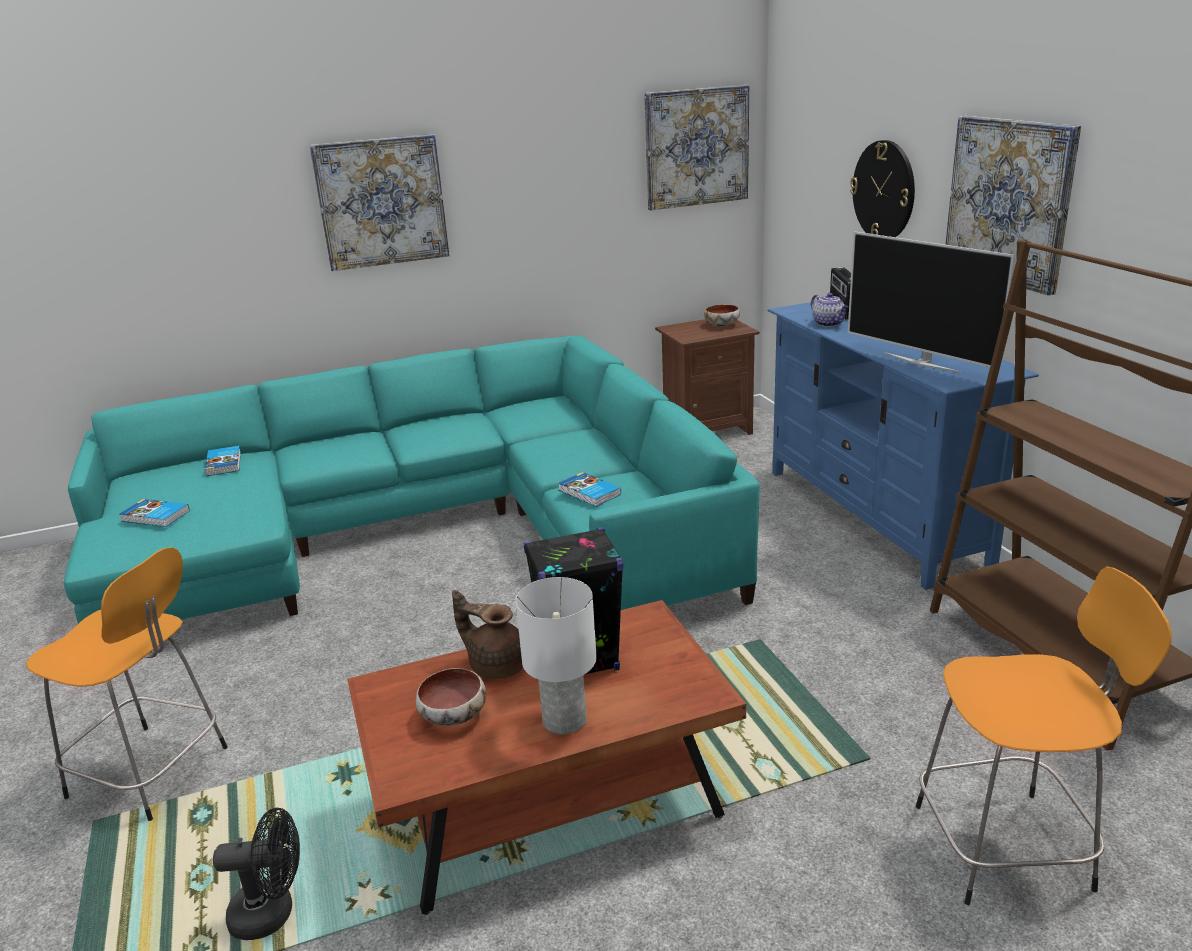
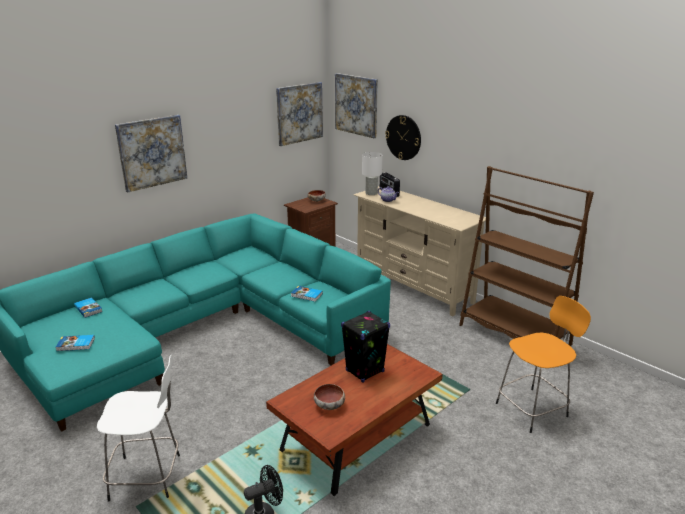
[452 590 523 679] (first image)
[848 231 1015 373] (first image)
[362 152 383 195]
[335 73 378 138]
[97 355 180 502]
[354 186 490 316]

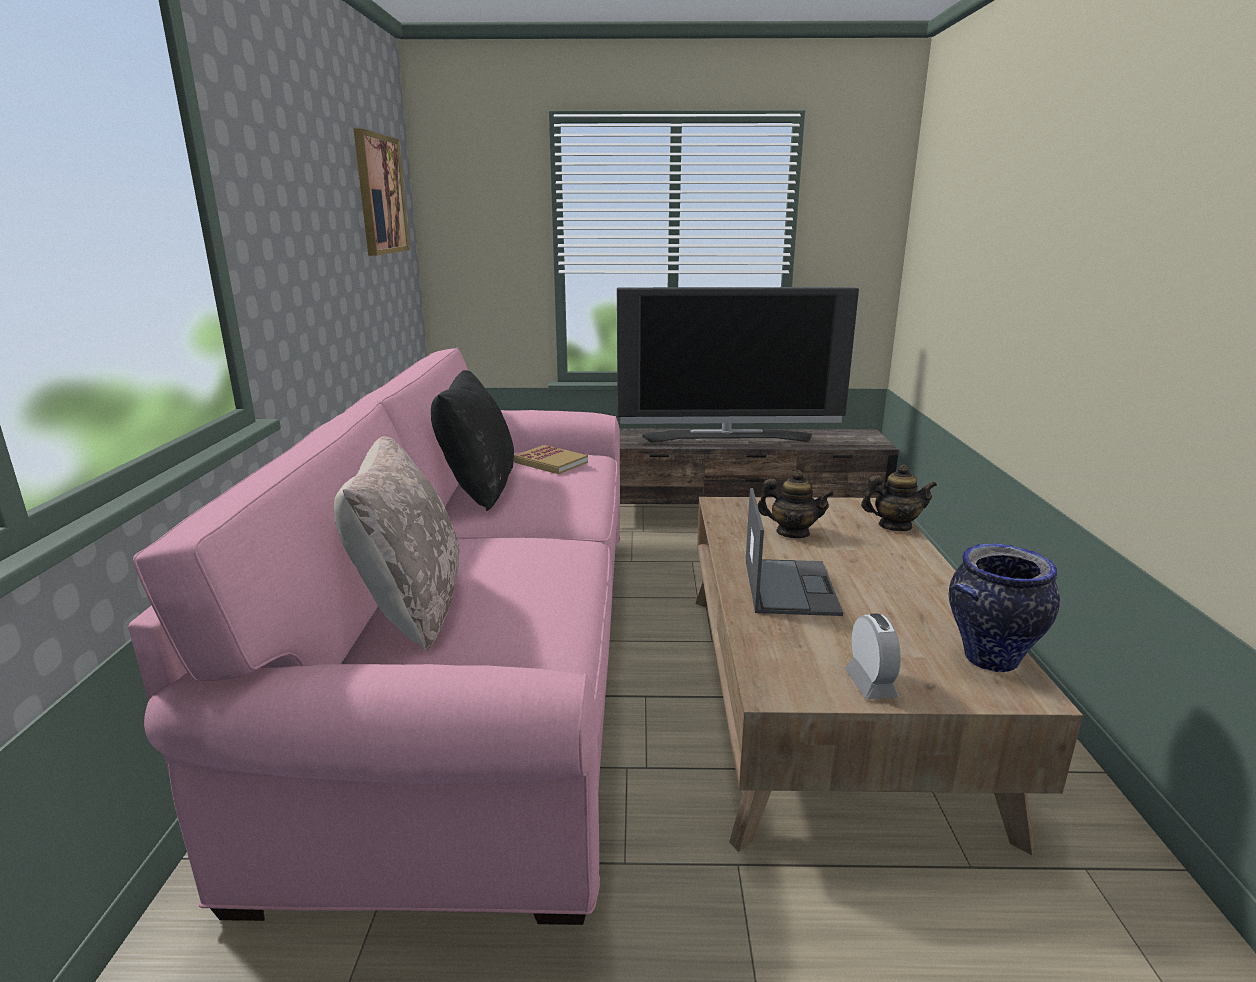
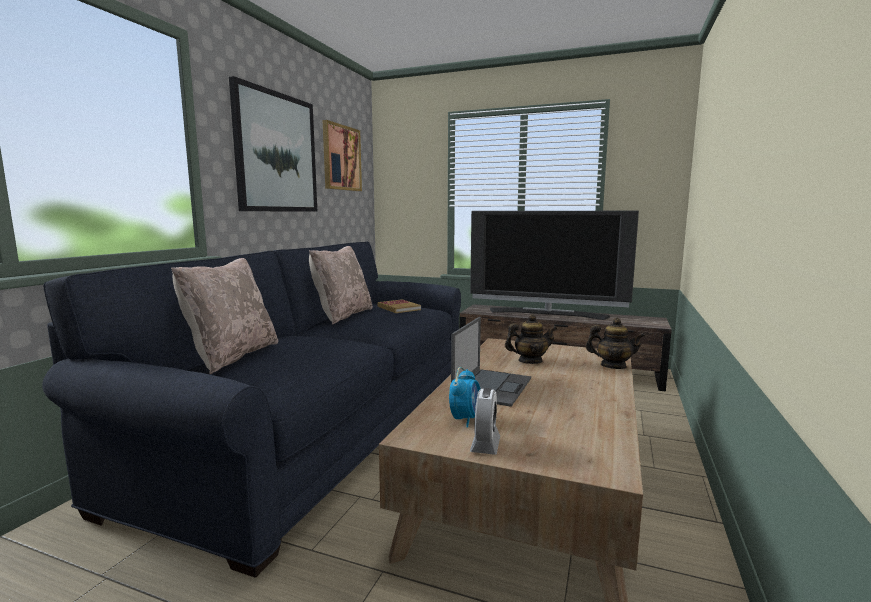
[949 544 1060 672] (first image)
[229 76 318 212]
[449 367 480 428]
[42 242 461 578]
[309 246 373 325]
[505 314 557 364]

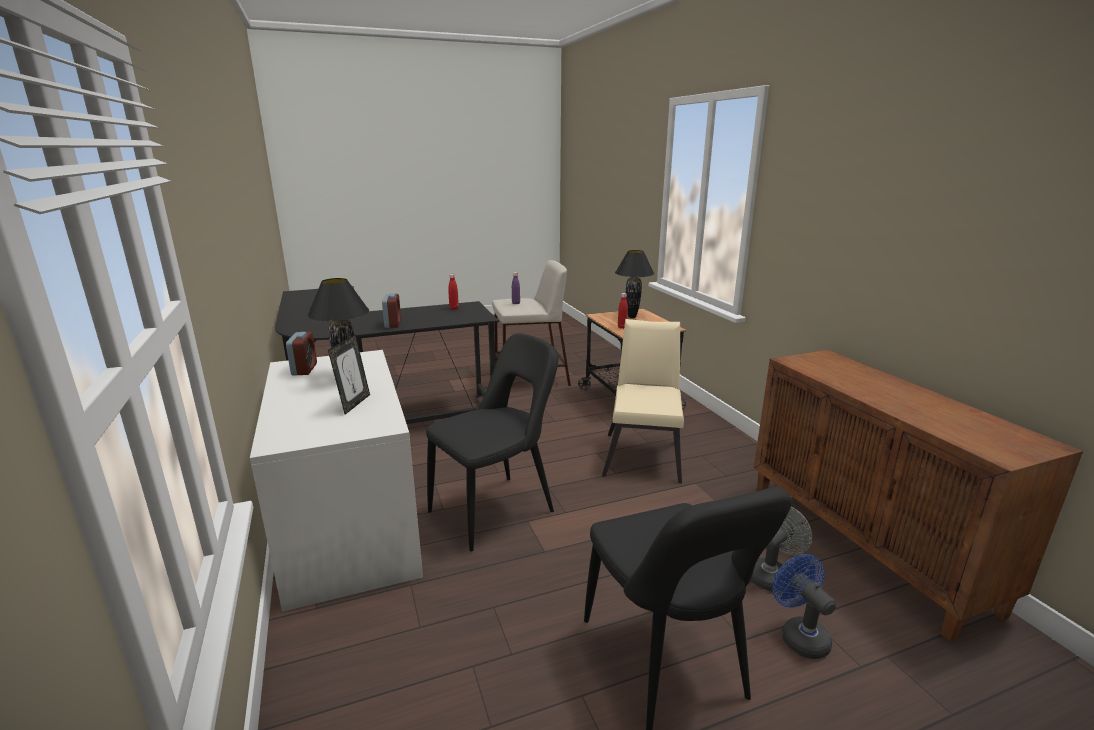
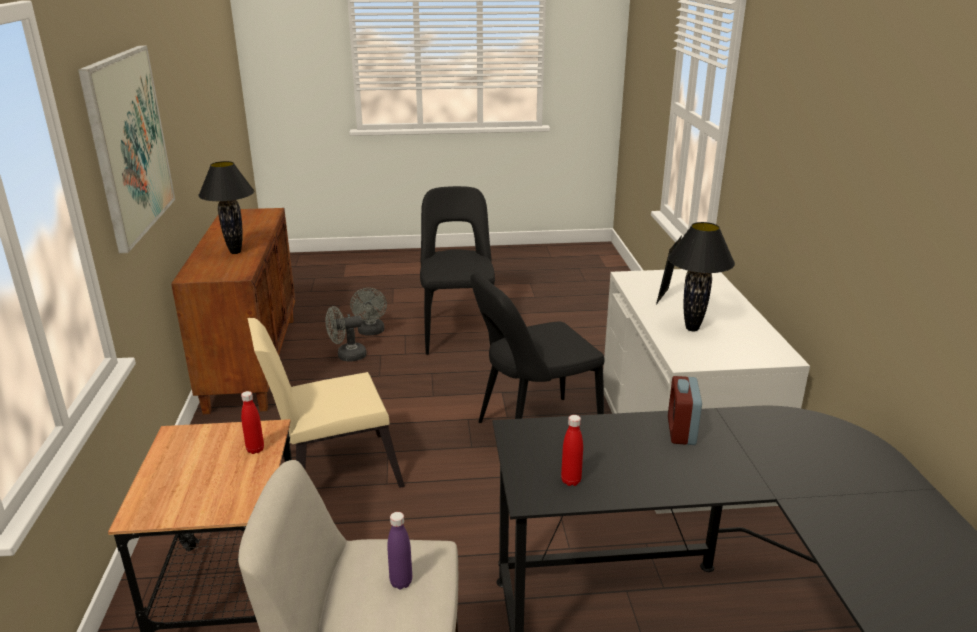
[286 332 317 376] (first image)
[78 45 175 253]
[198 161 254 254]
[350 288 387 335]
[247 318 405 488]

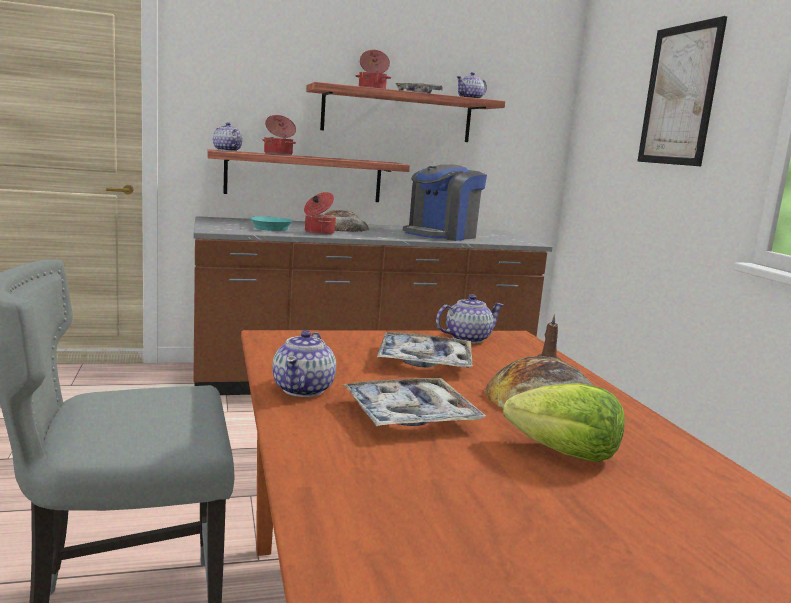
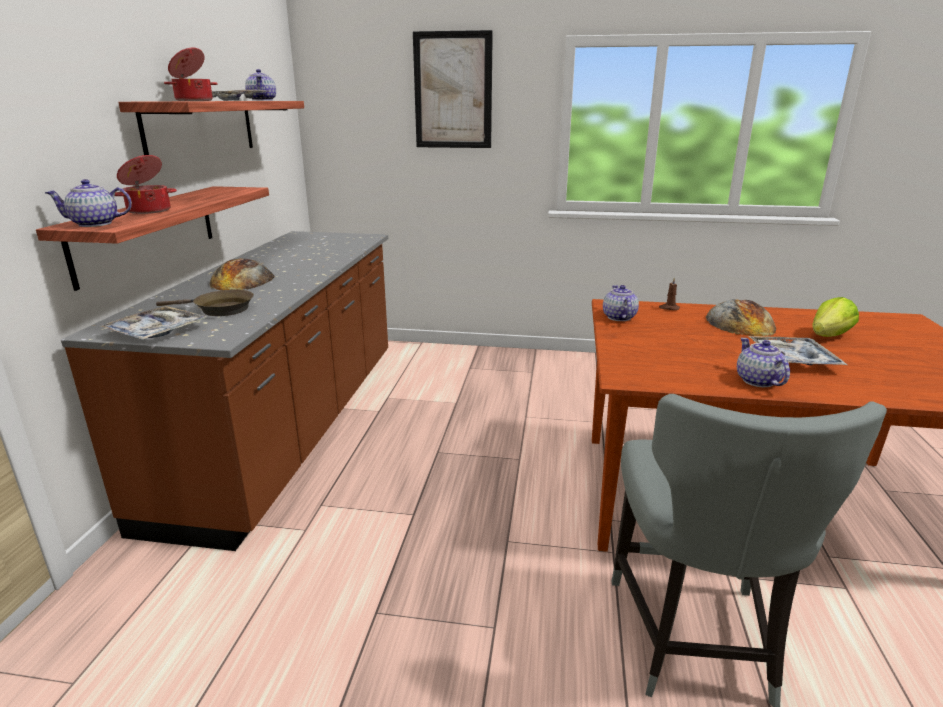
[304 192 336 235] (first image)
[403 164 487 241] (first image)
[100 306 207 340]
[156 290 254 316]
[737 338 790 387]

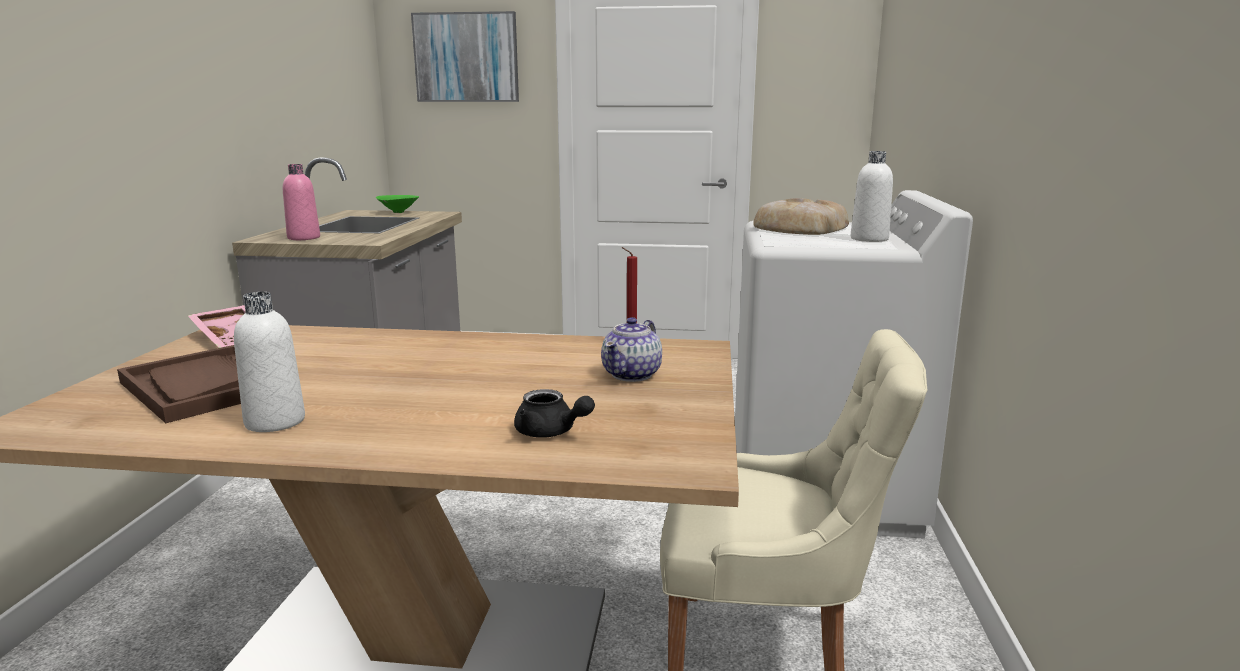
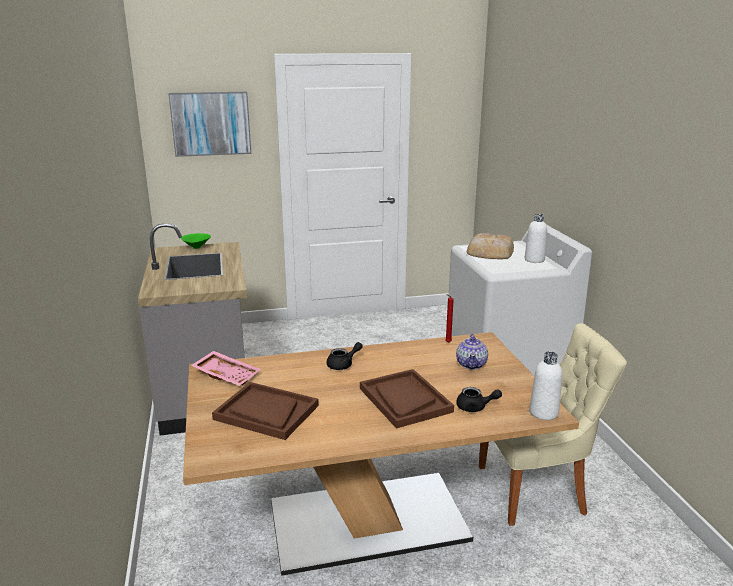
[283 164 320 240] (first image)
[327 342 363 370]
[360 369 454 429]
[530 351 562 420]

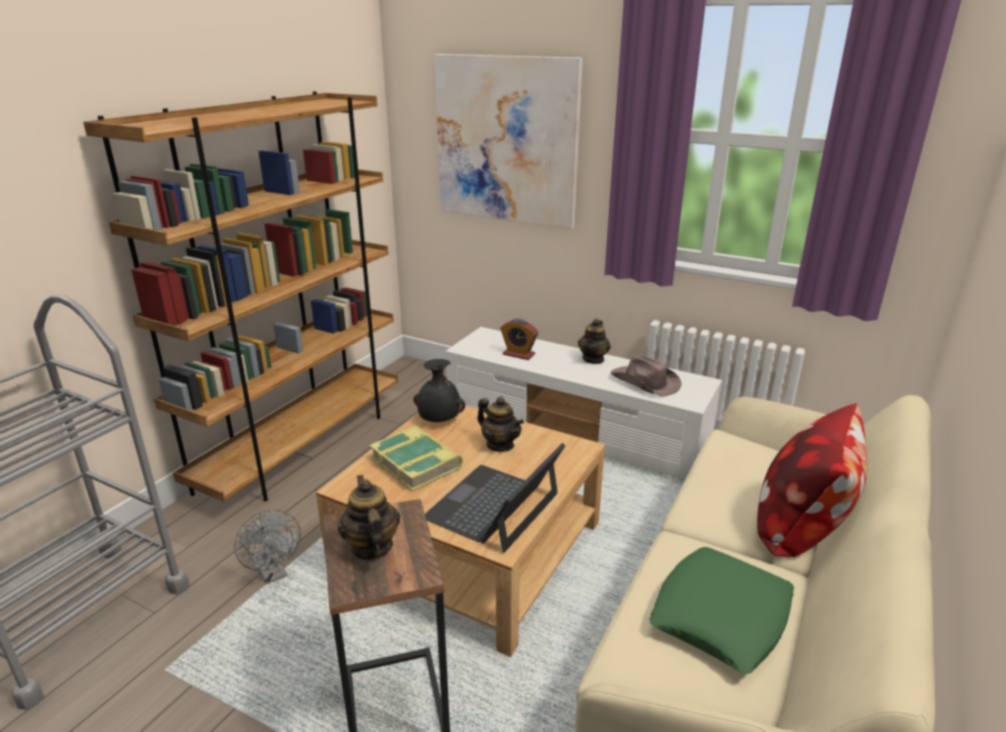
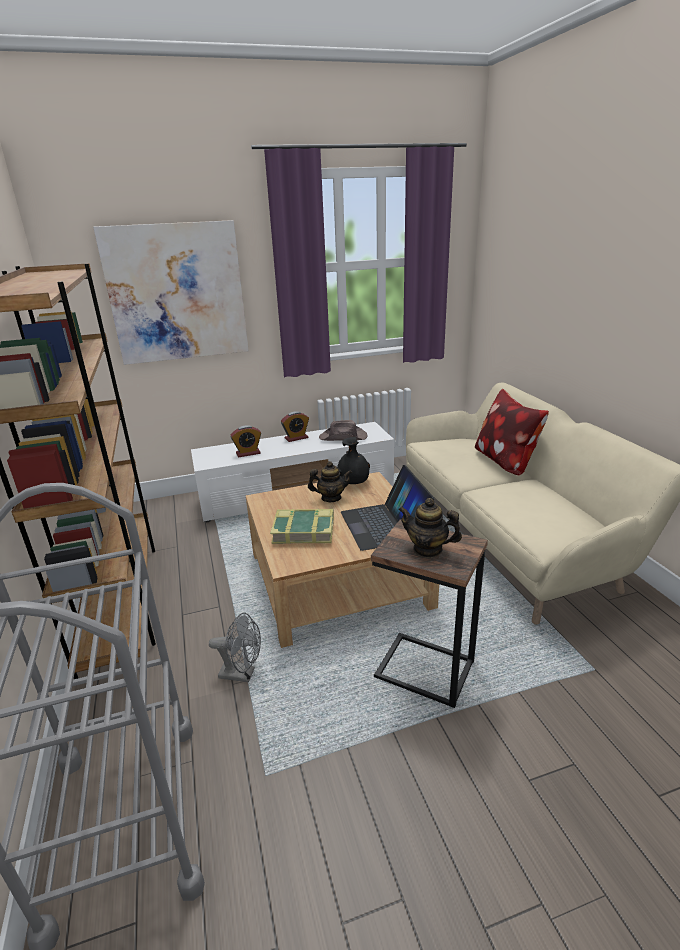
[649 547 794 674] (first image)
[337 437 370 484]
[281 411 309 442]

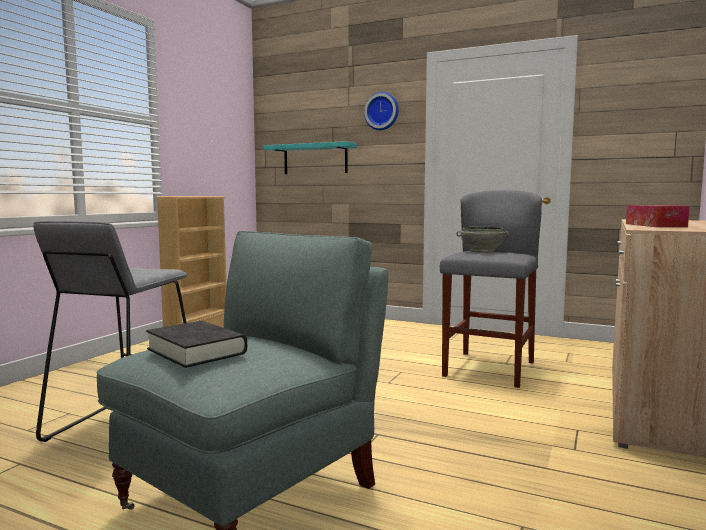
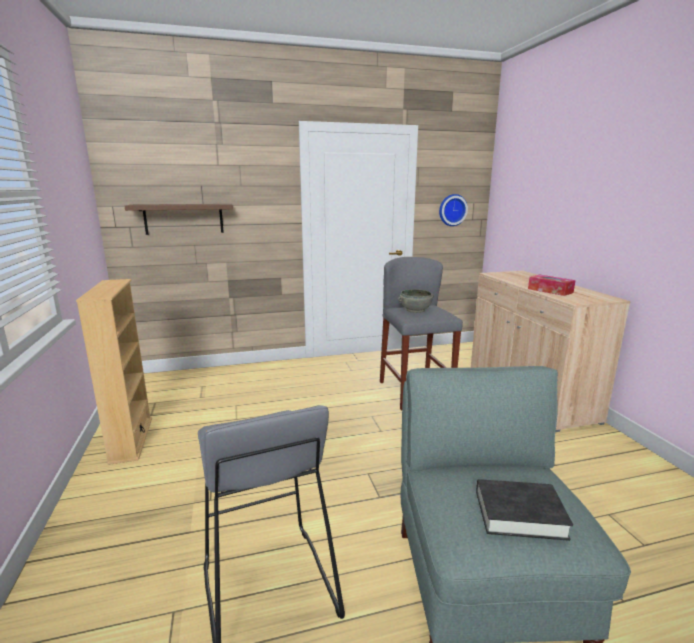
[439 194 468 226]
[125 204 233 235]

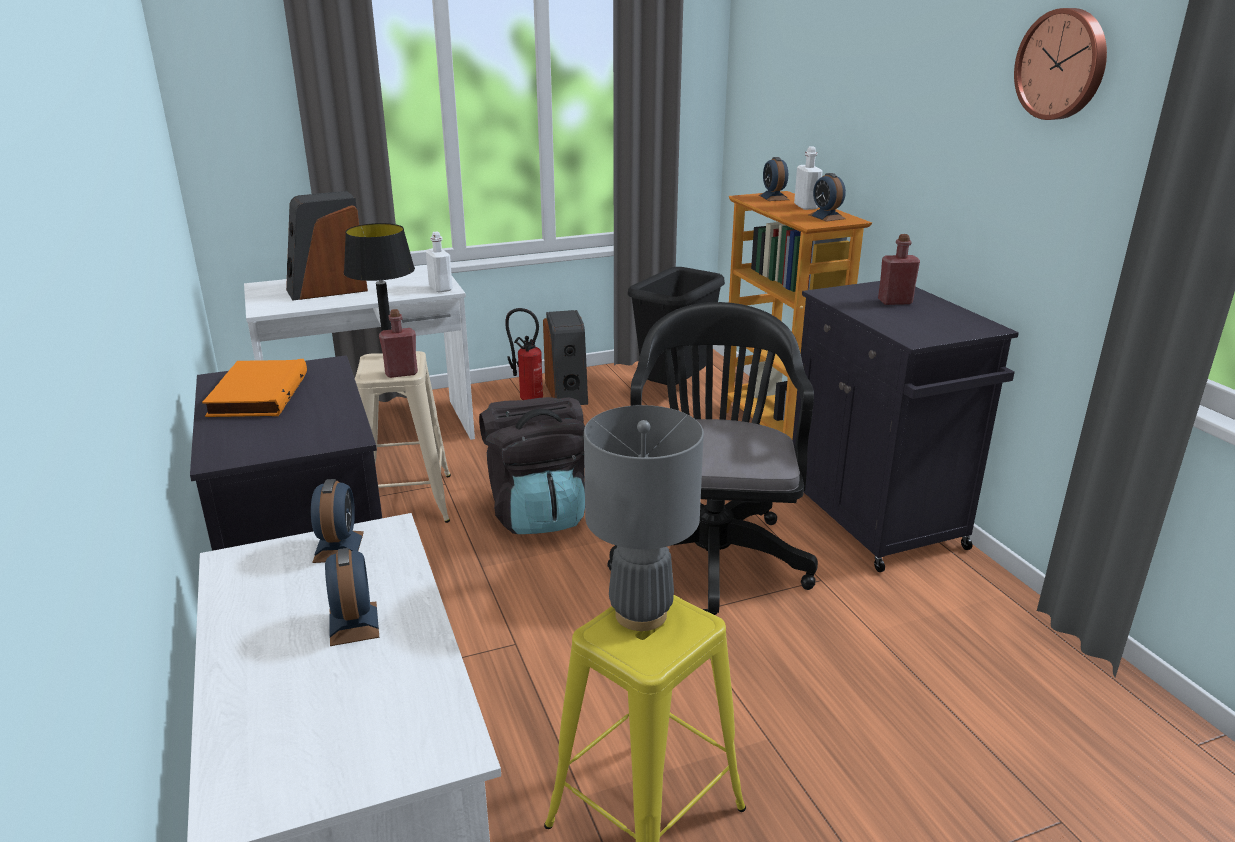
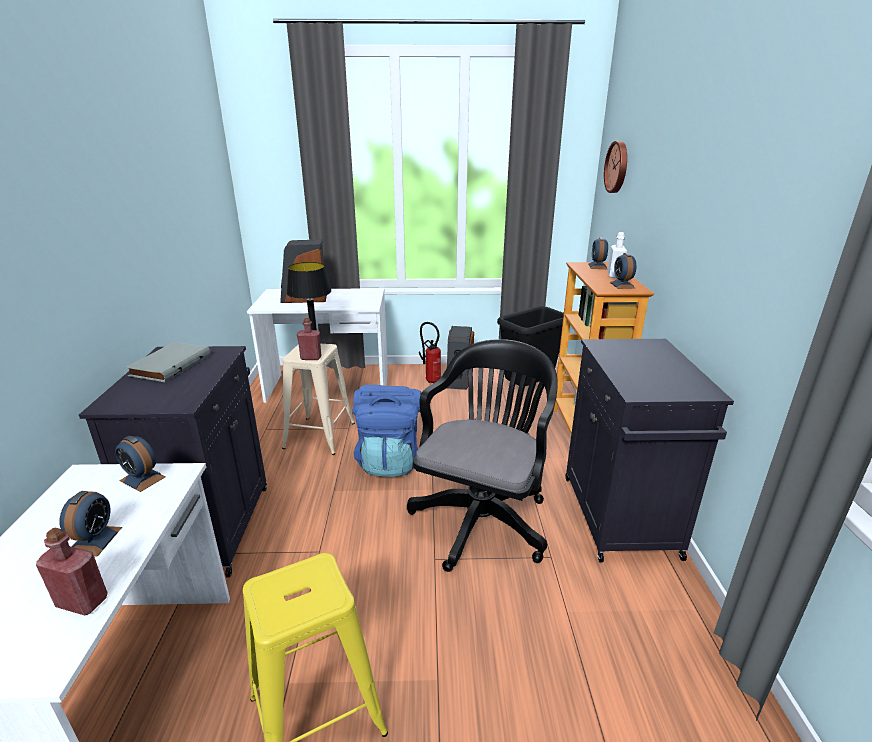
[426 232 453 293] (first image)
[584 405 704 631] (first image)
[36 528 108 615]
[604 141 627 193]
[126 342 210 382]
[352 385 421 477]
[115 436 166 492]

